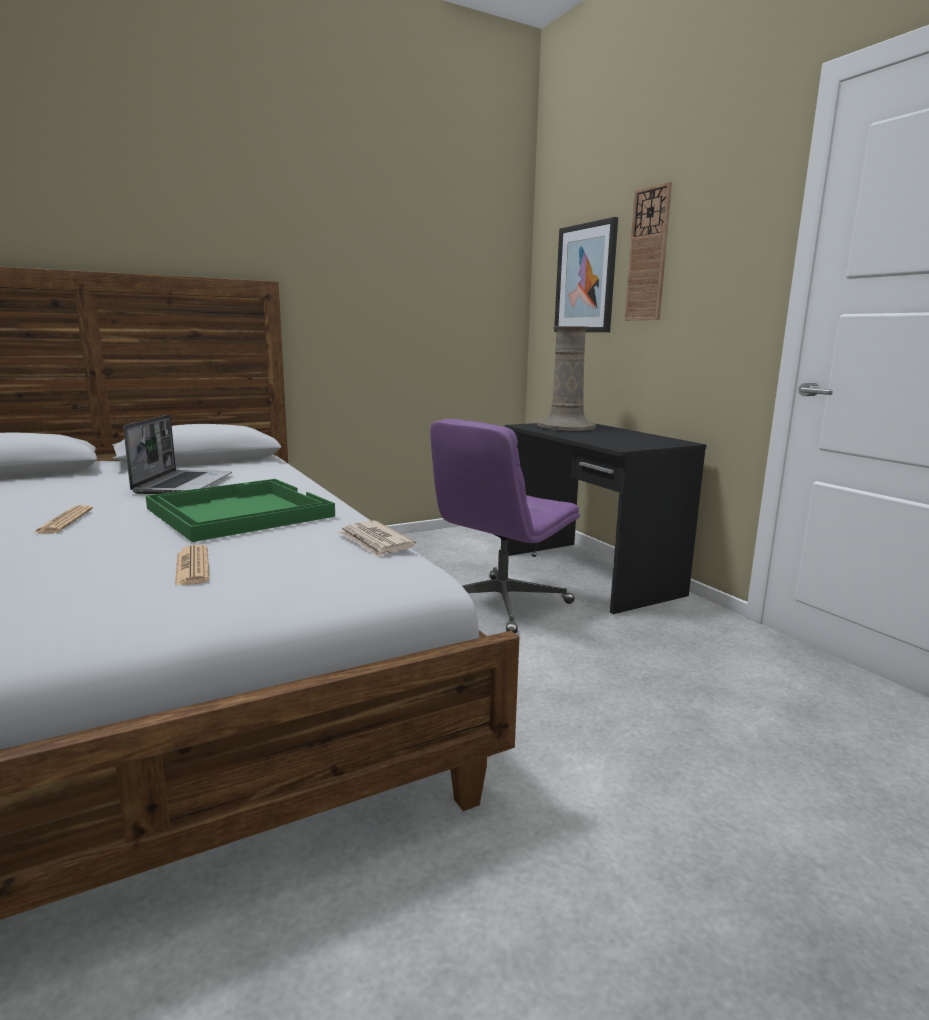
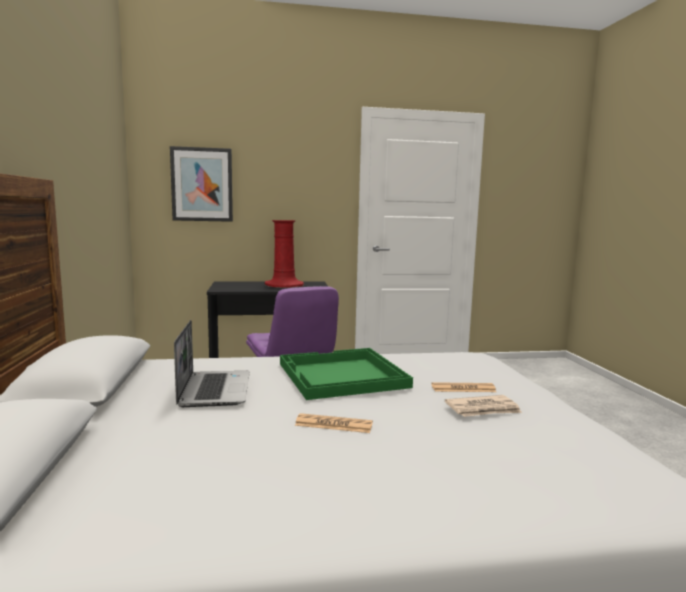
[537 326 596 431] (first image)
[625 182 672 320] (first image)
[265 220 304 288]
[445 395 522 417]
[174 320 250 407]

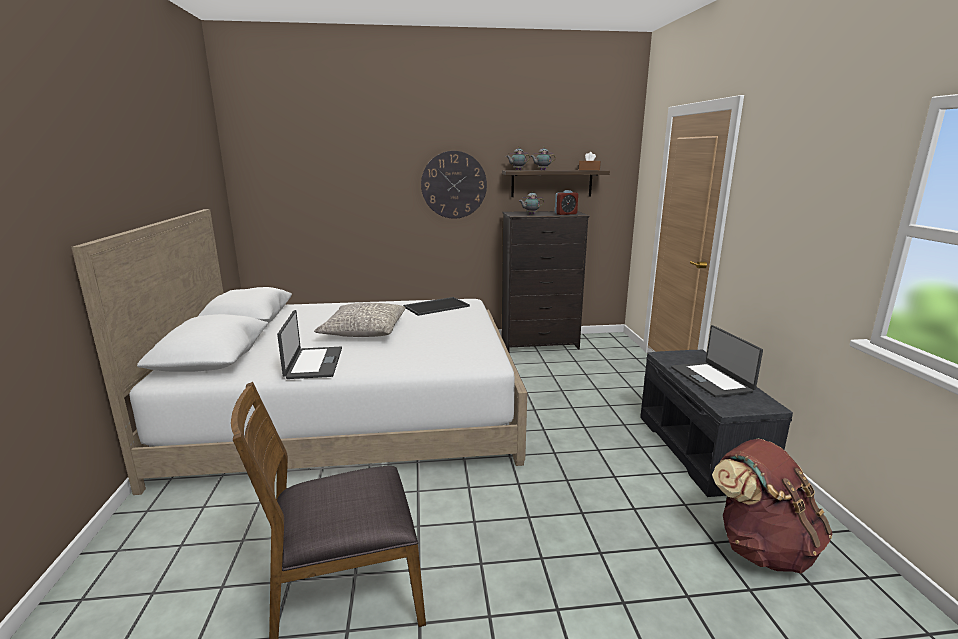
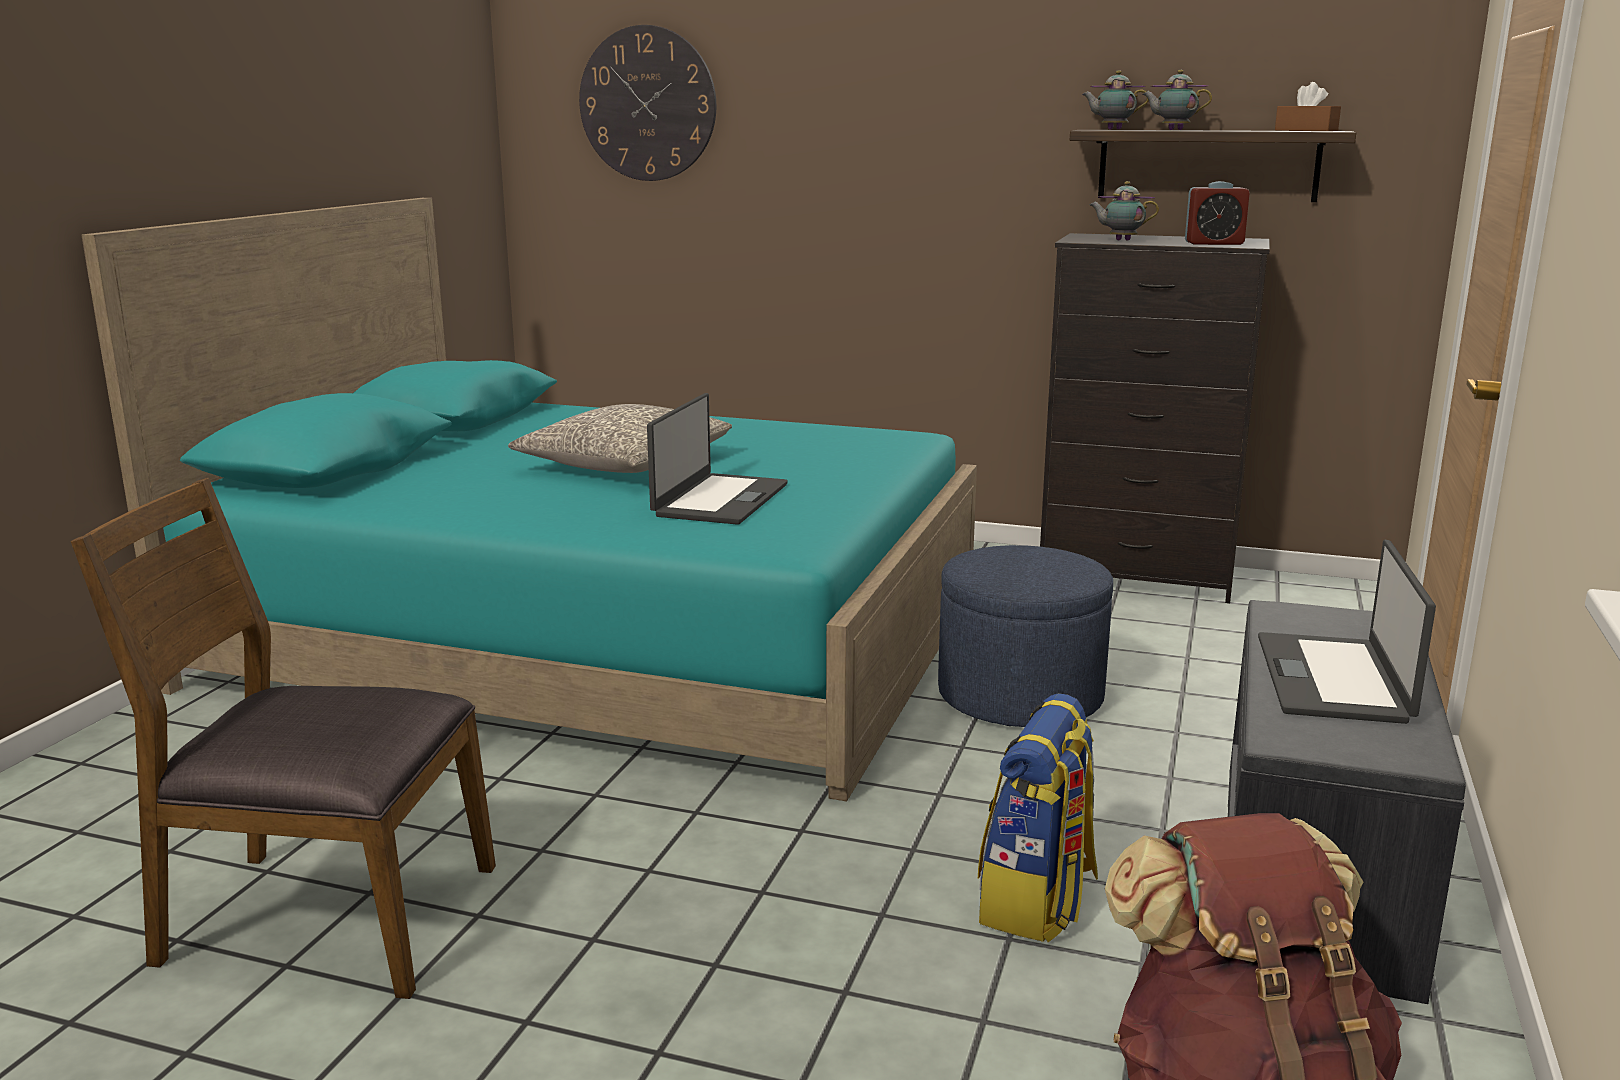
[403 297 470 316] (first image)
[938 545 1113 727]
[978 693 1098 942]
[647 393 788 525]
[579 25 716 181]
[81 198 977 801]

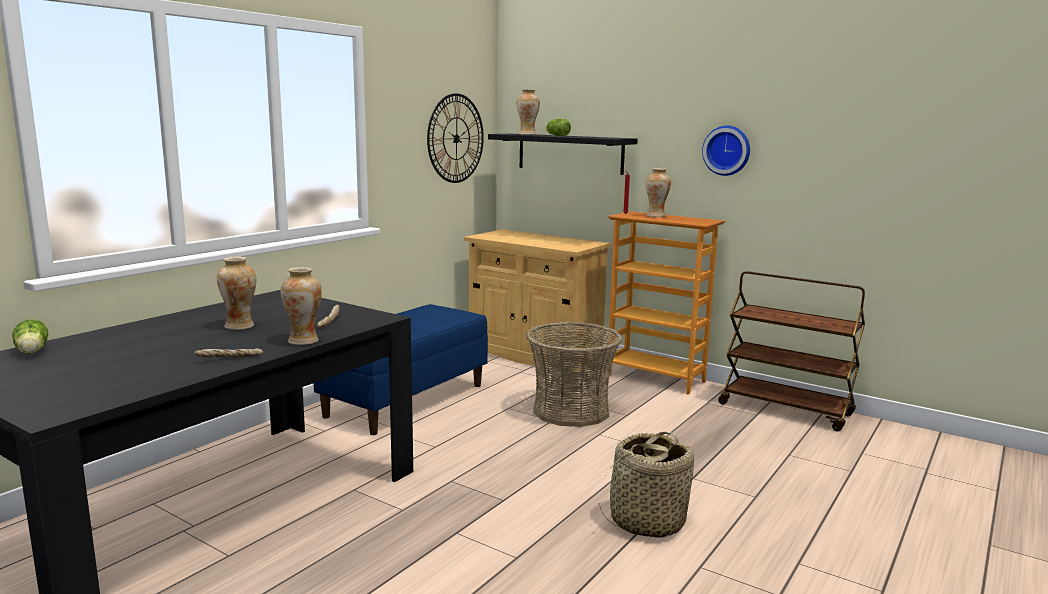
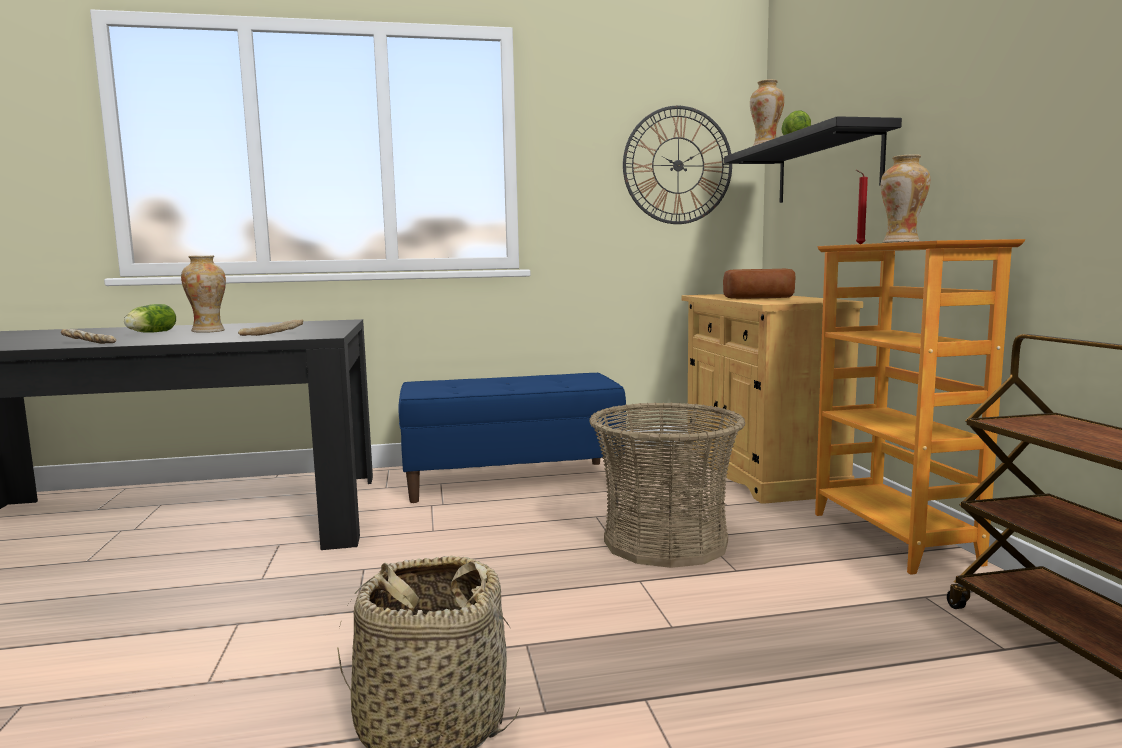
[281 267 322 345] (first image)
[702 126 750 176] (first image)
[723 269 796 299]
[124 304 176 333]

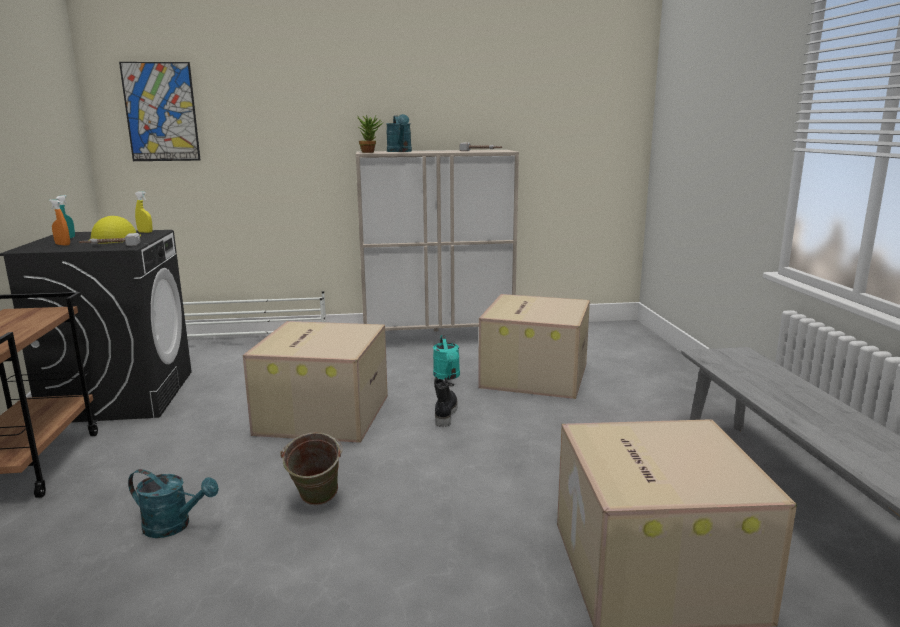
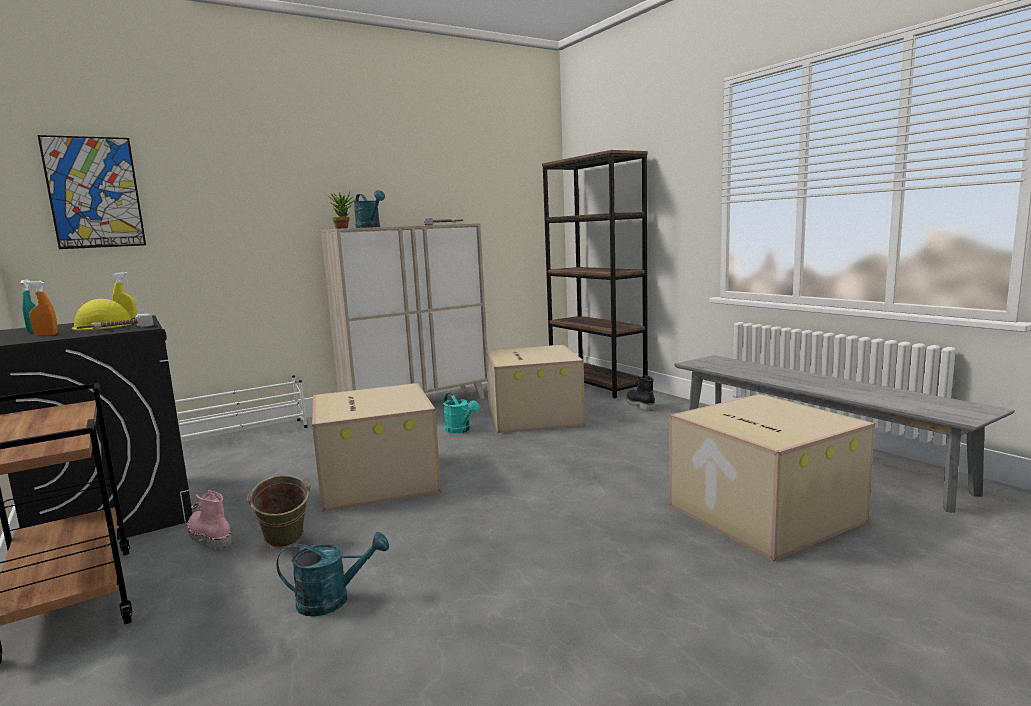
[187 490 232 550]
[542 150 648 398]
[247 475 310 548]
[627 375 655 411]

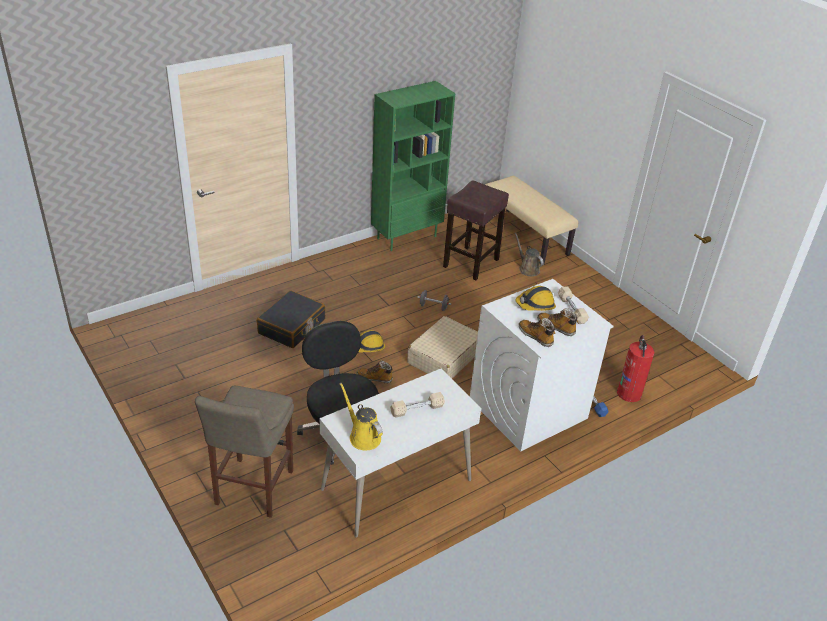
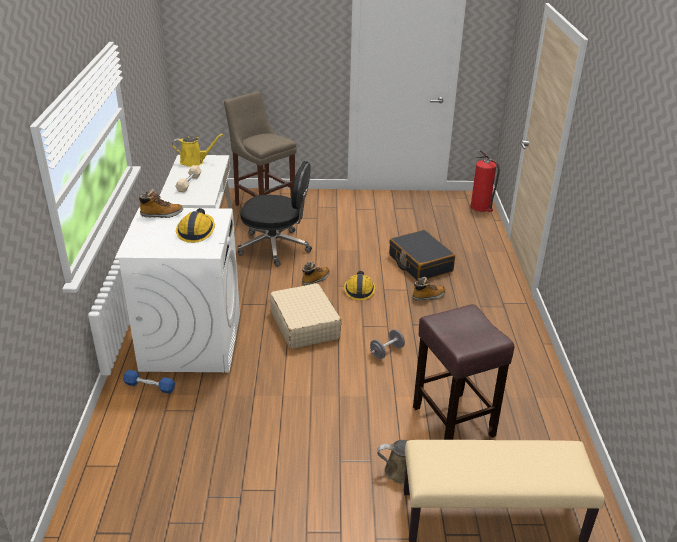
[371 81 455 251] (first image)
[558 286 589 324] (first image)
[412 277 446 301]
[470 150 500 212]

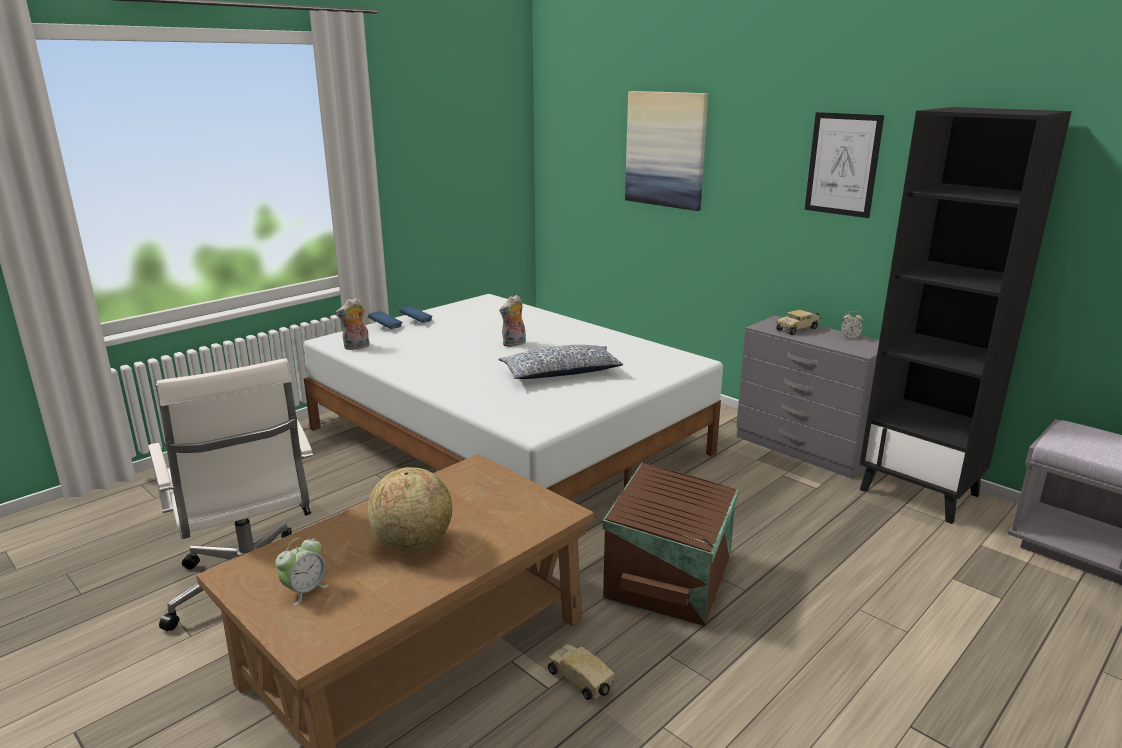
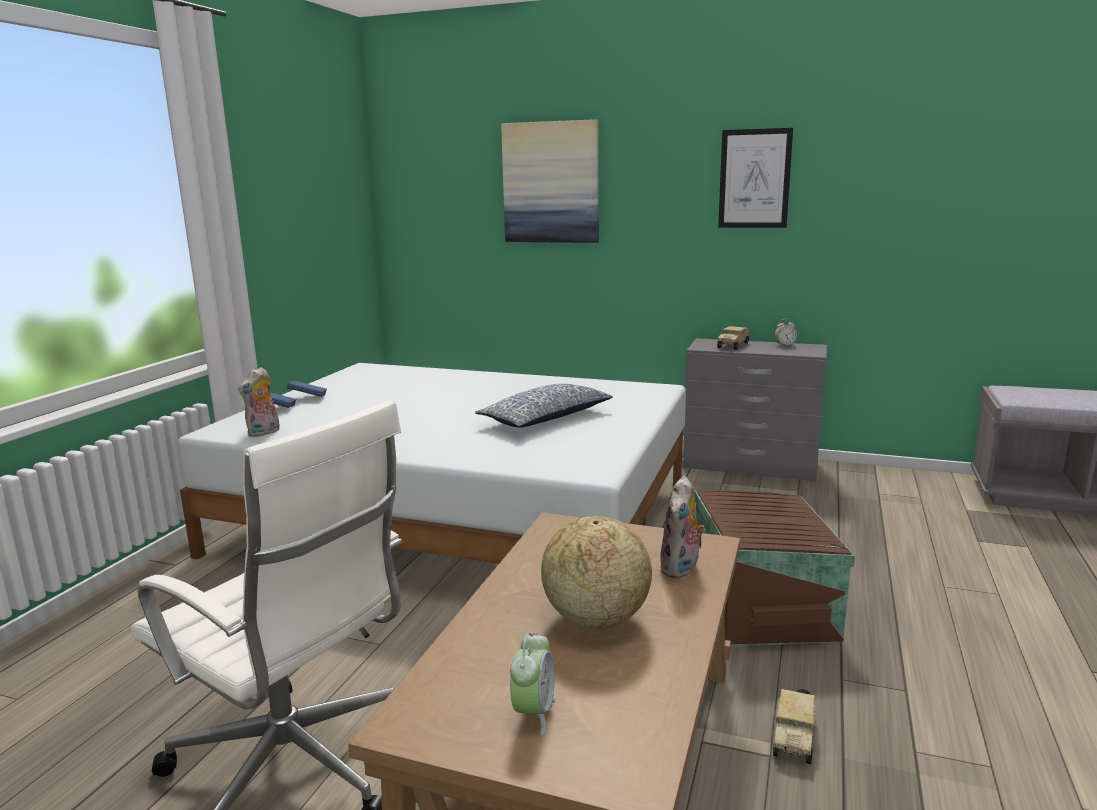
[860 107 1072 524] (first image)
[660 476 706 579]
[773 689 817 764]

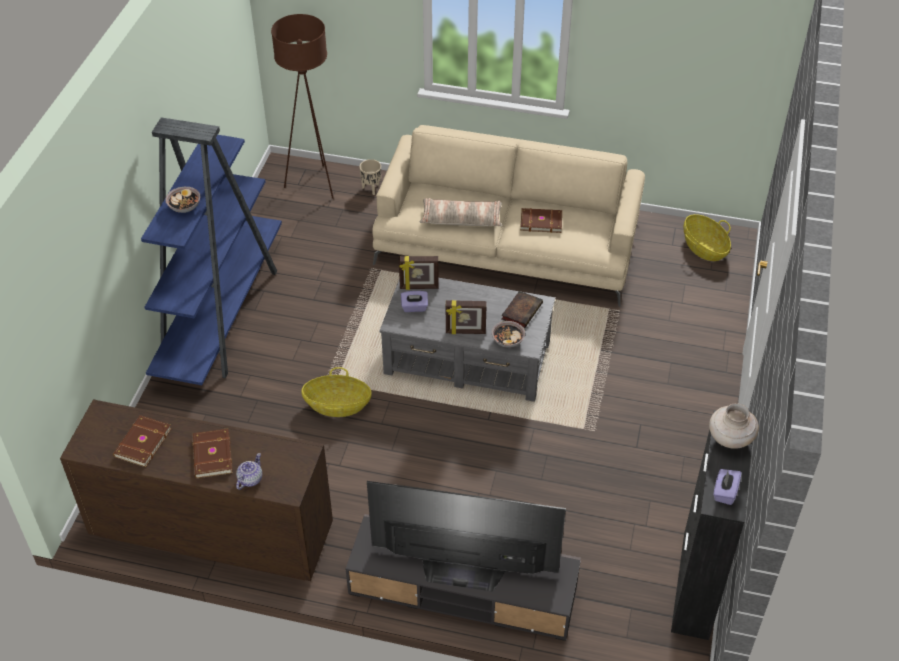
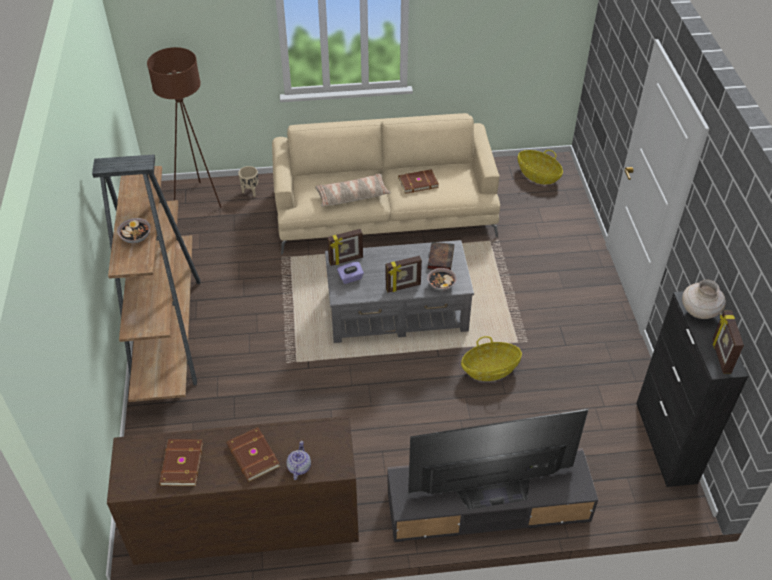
[461 336 522 381]
[712 311 744 374]
[92 154 200 402]

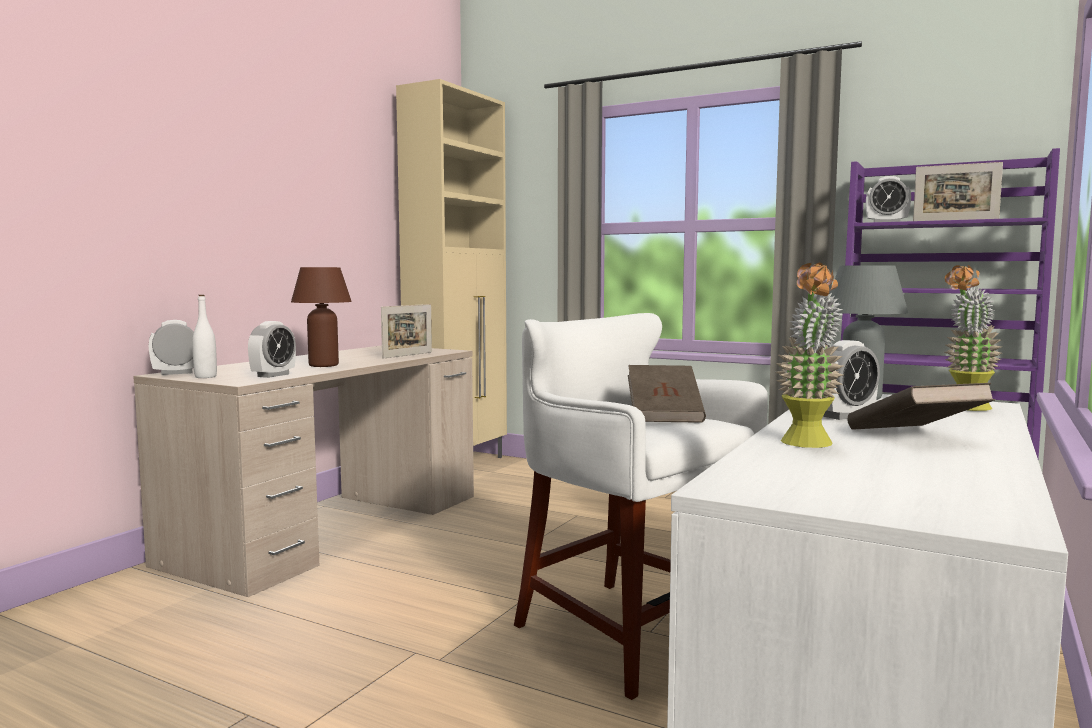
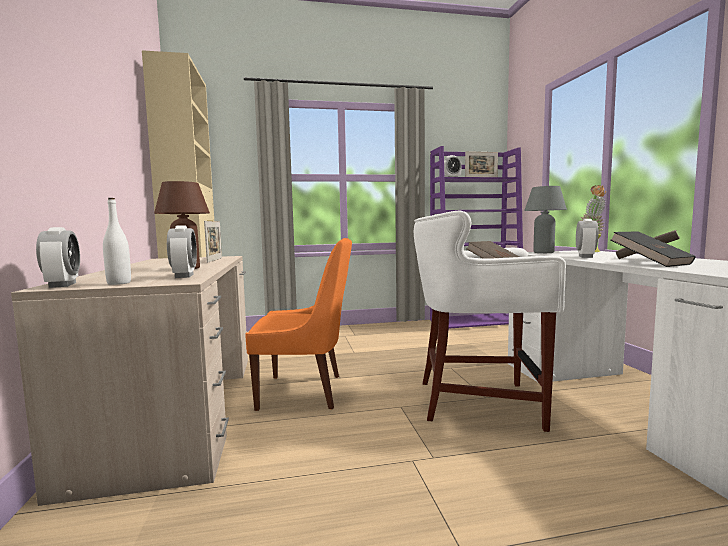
[245 238 352 411]
[611 231 696 267]
[36 227 80 288]

